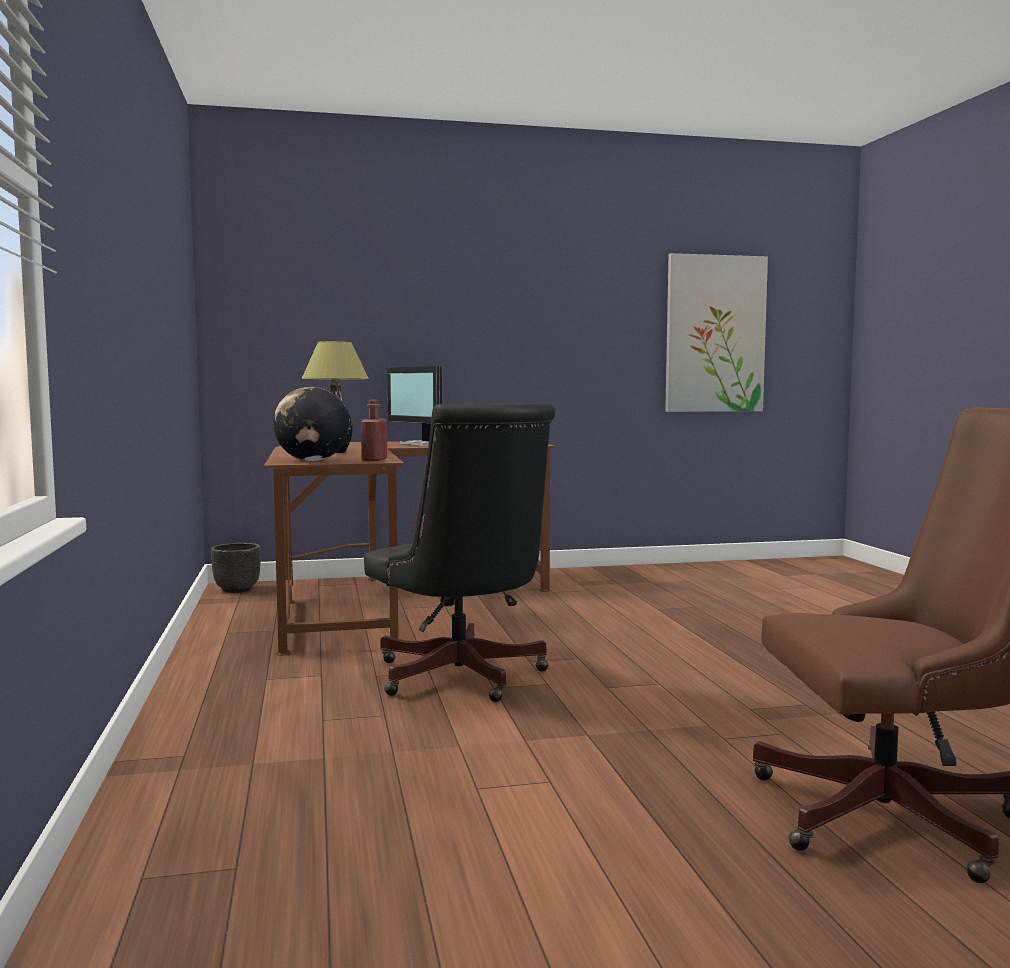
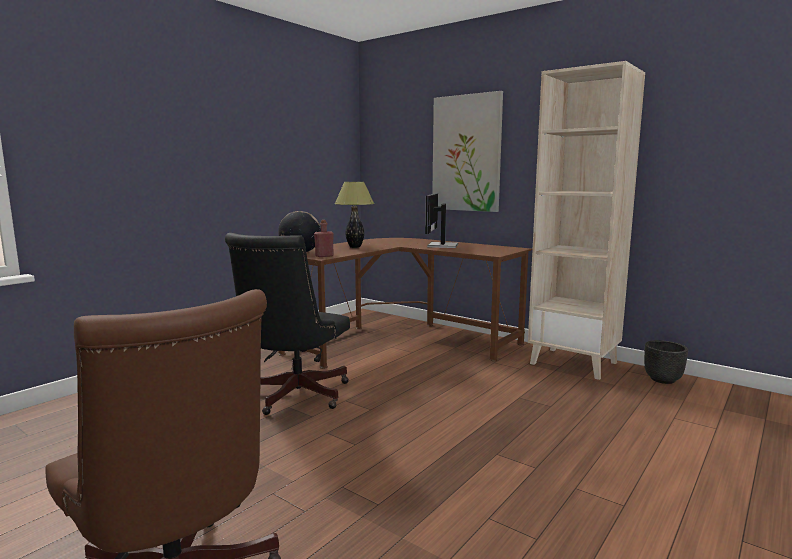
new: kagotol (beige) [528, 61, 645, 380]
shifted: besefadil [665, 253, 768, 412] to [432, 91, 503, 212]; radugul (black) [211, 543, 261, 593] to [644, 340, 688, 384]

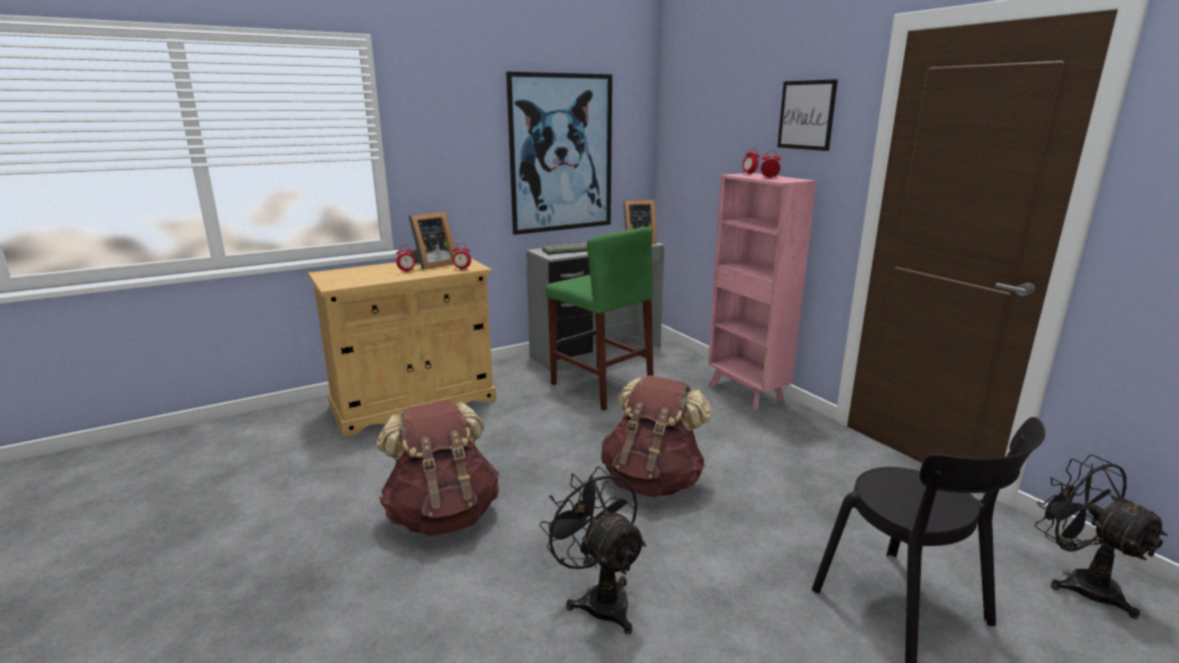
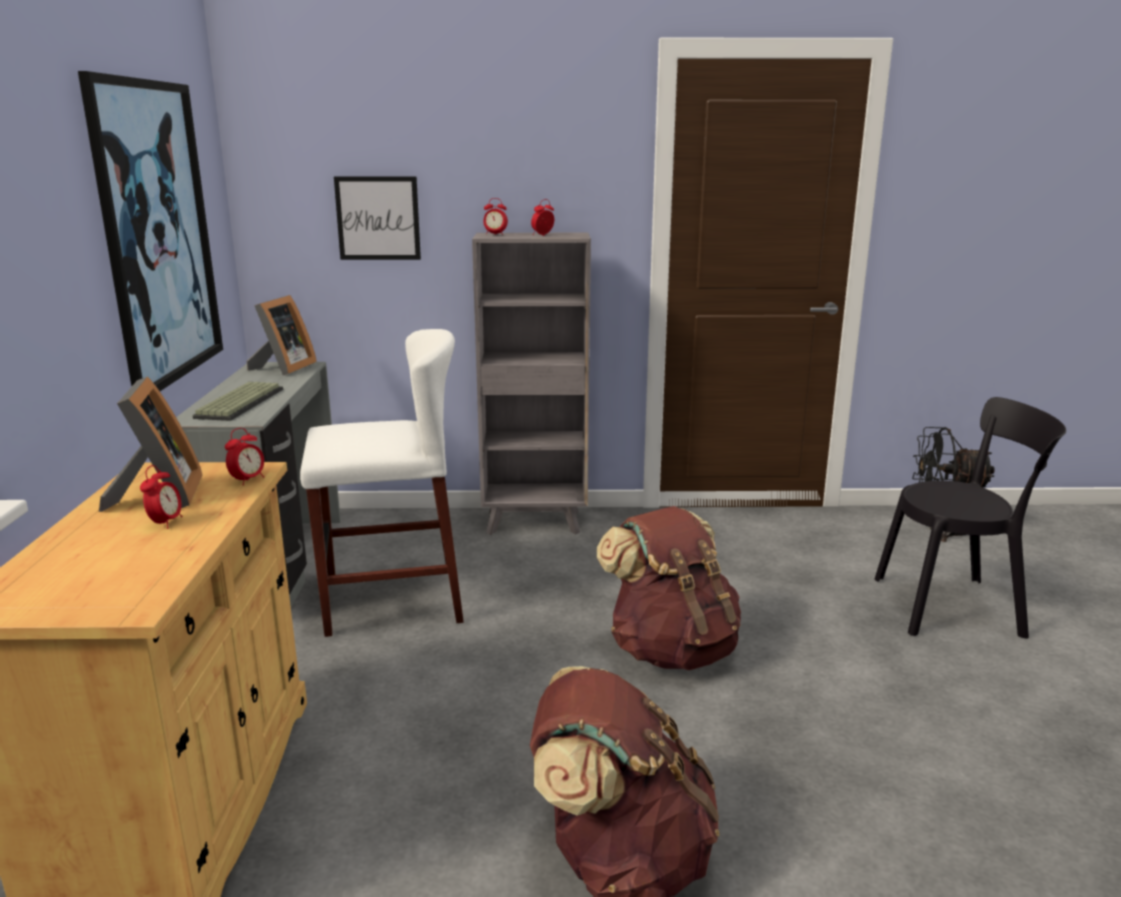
gone: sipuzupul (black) [540, 466, 646, 634]
shifted: besefadil [777, 79, 838, 151] to [334, 176, 421, 260]
repainted: kagotol (pink) [708, 173, 816, 410] to kagotol (grey) [472, 233, 591, 535]; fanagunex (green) [545, 227, 654, 411] to fanagunex (white) [300, 329, 464, 637]

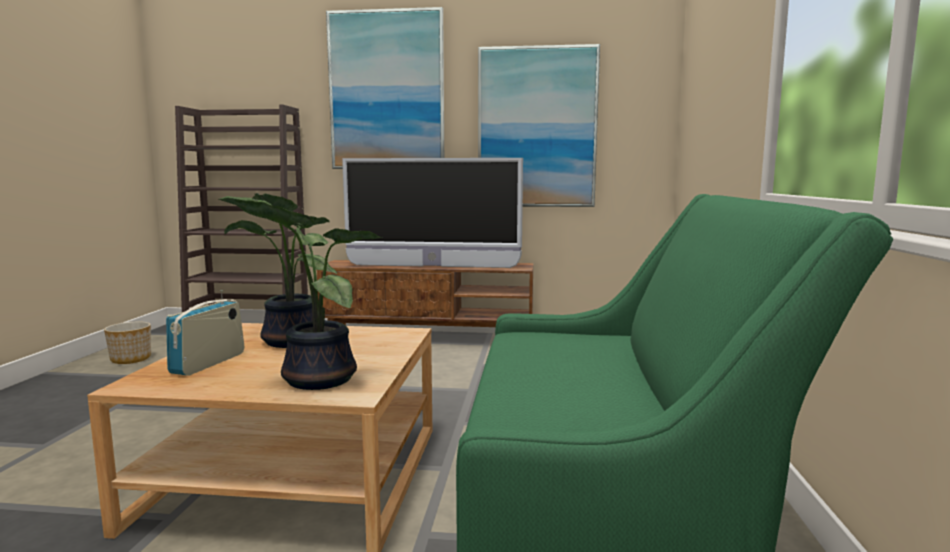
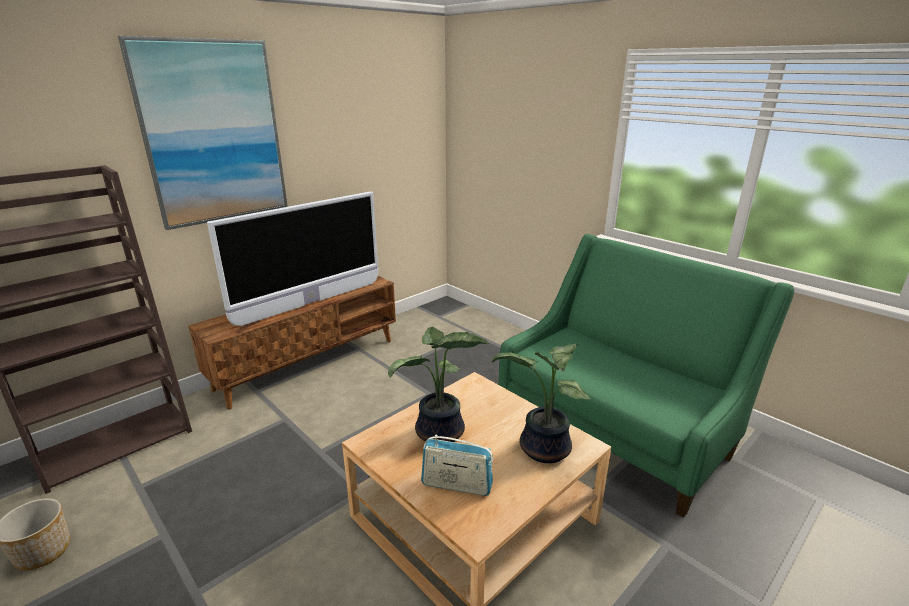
gone: besefadil [478, 44, 600, 207]
rotated: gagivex [166, 290, 245, 376] = [421, 434, 493, 496] 45 degrees counterclockwise

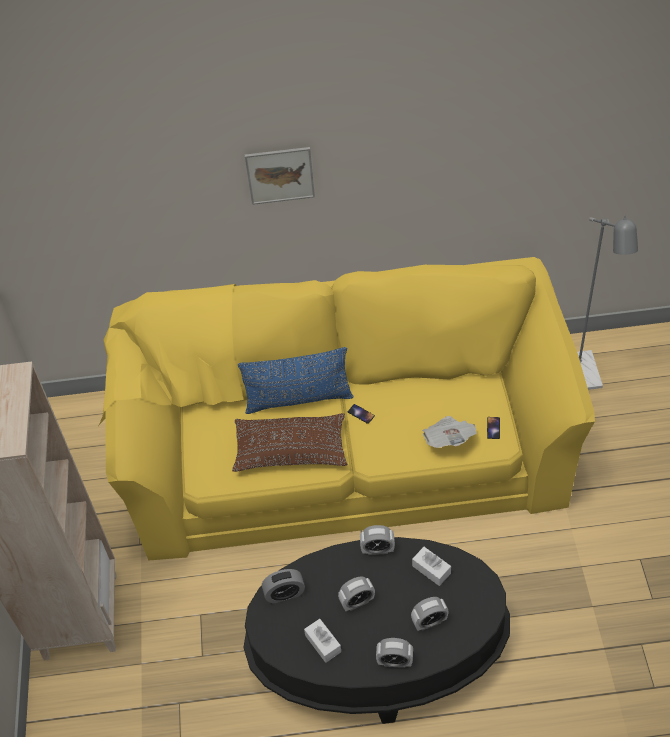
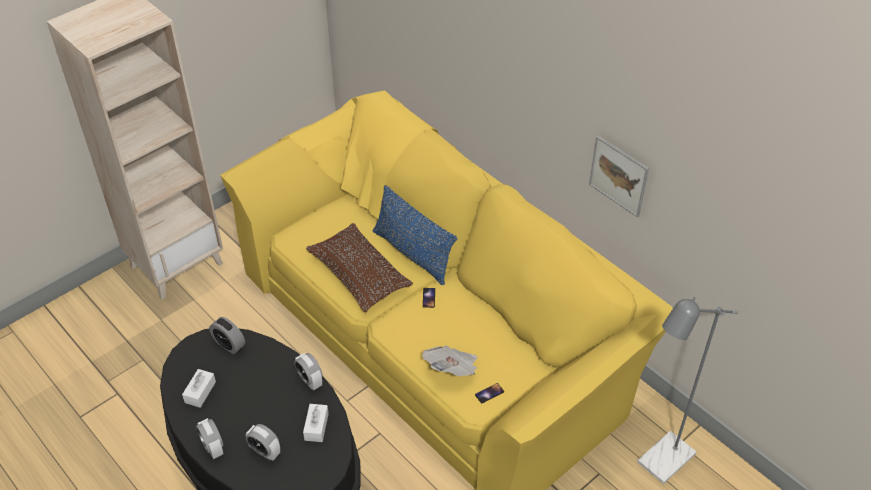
gone: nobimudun [338, 577, 375, 611]
shifted: besefadil [245, 147, 315, 205] to [589, 135, 649, 218]

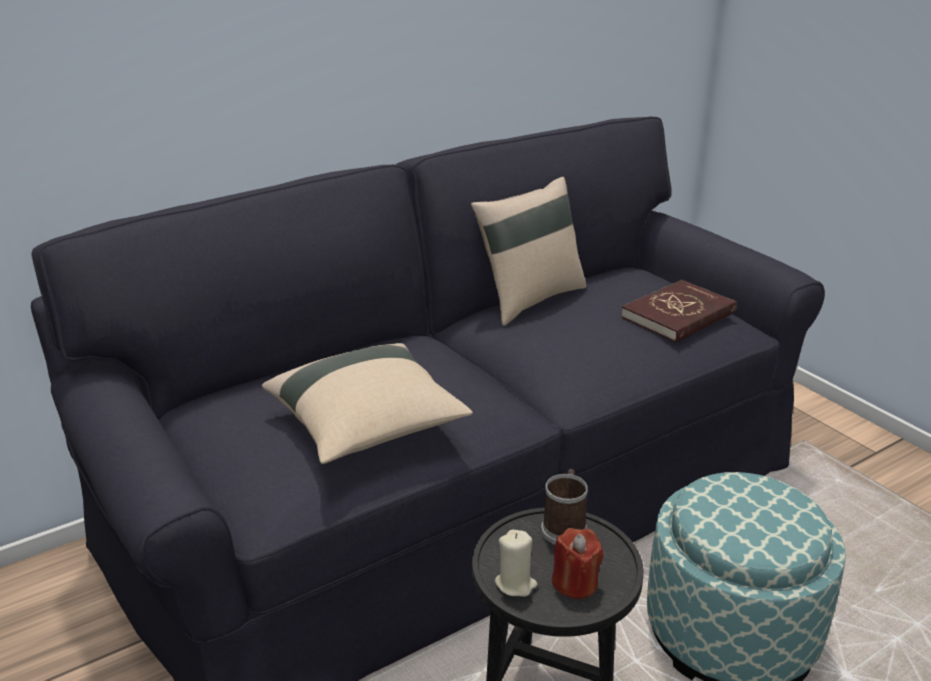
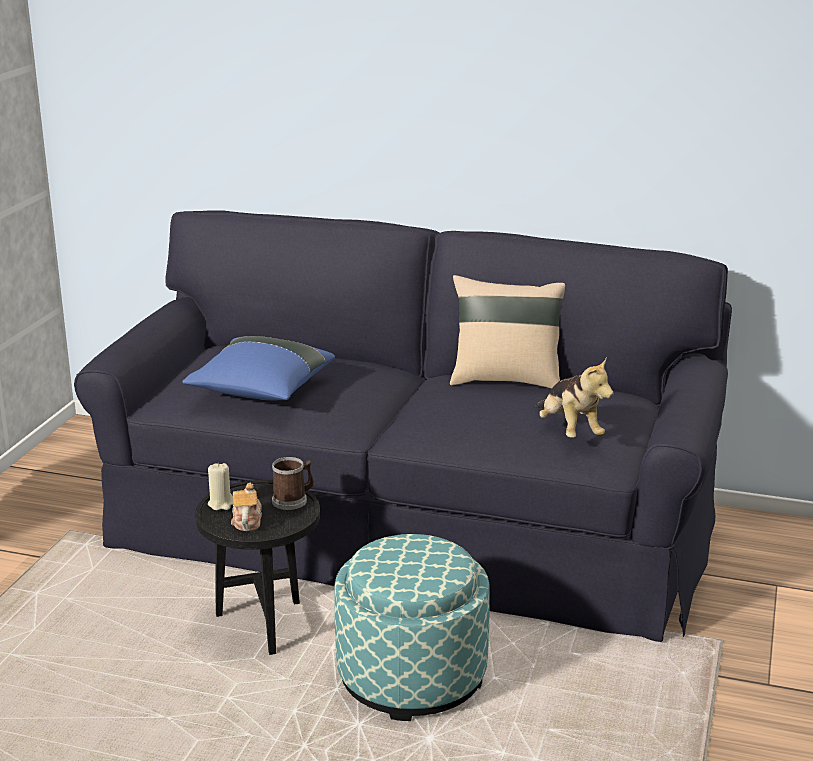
swapped: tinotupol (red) [621, 280, 737, 342] to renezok [536, 357, 614, 438]; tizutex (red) [552, 528, 603, 599] to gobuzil [231, 483, 262, 531]
repainted: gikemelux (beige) [262, 343, 473, 464] to gikemelux (blue) [182, 336, 335, 400]

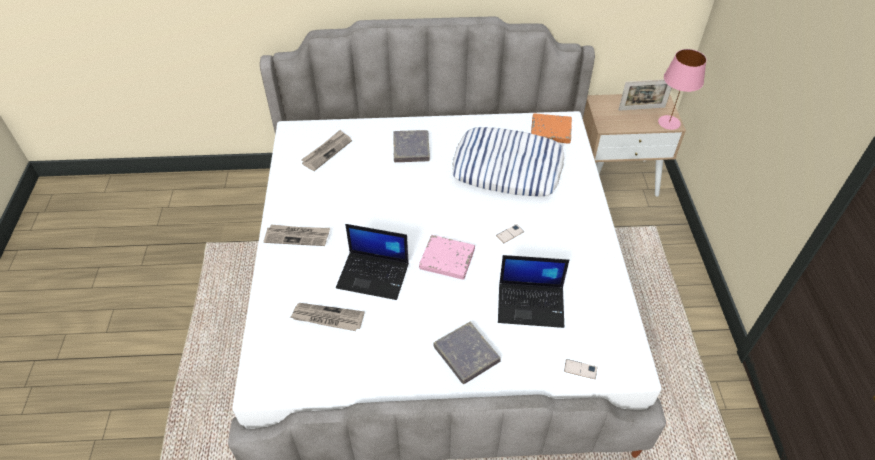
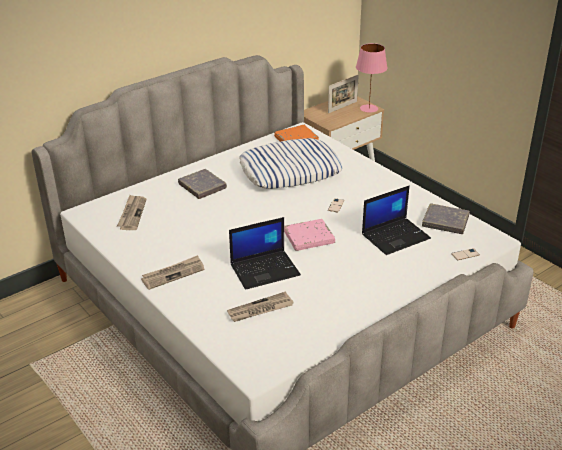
shifted: tinotupol (grey) [433, 322, 501, 384] to [422, 203, 470, 234]

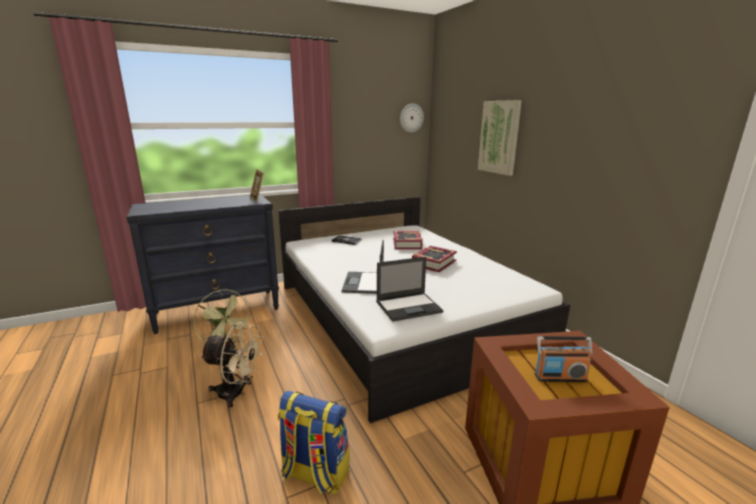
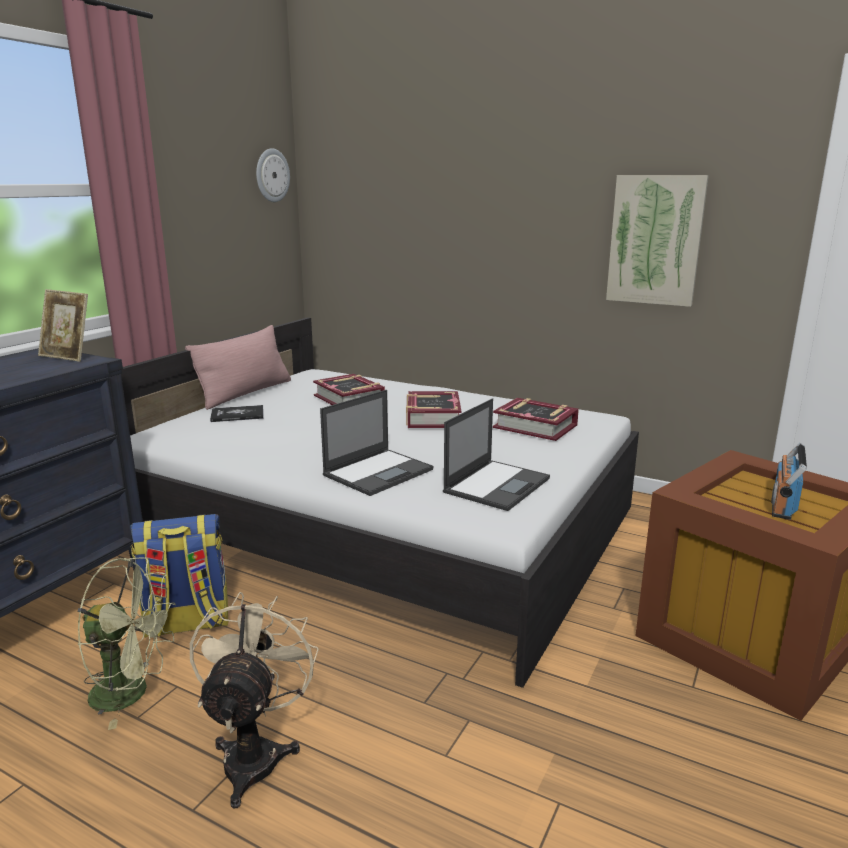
new: gikemelux (pink) [185, 325, 291, 410]; tinotupol [493, 398, 579, 441]
shifted: besefadil [478, 100, 522, 176] to [606, 175, 709, 307]; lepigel [278, 391, 349, 494] to [130, 514, 229, 638]
rotated: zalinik [342, 240, 384, 294] = [320, 390, 433, 496] 105 degrees counterclockwise; sipuzupul (beige) [200, 322, 263, 408] = [190, 592, 319, 809] 60 degrees counterclockwise; gagivex [535, 336, 593, 382] = [771, 443, 807, 520] 150 degrees clockwise

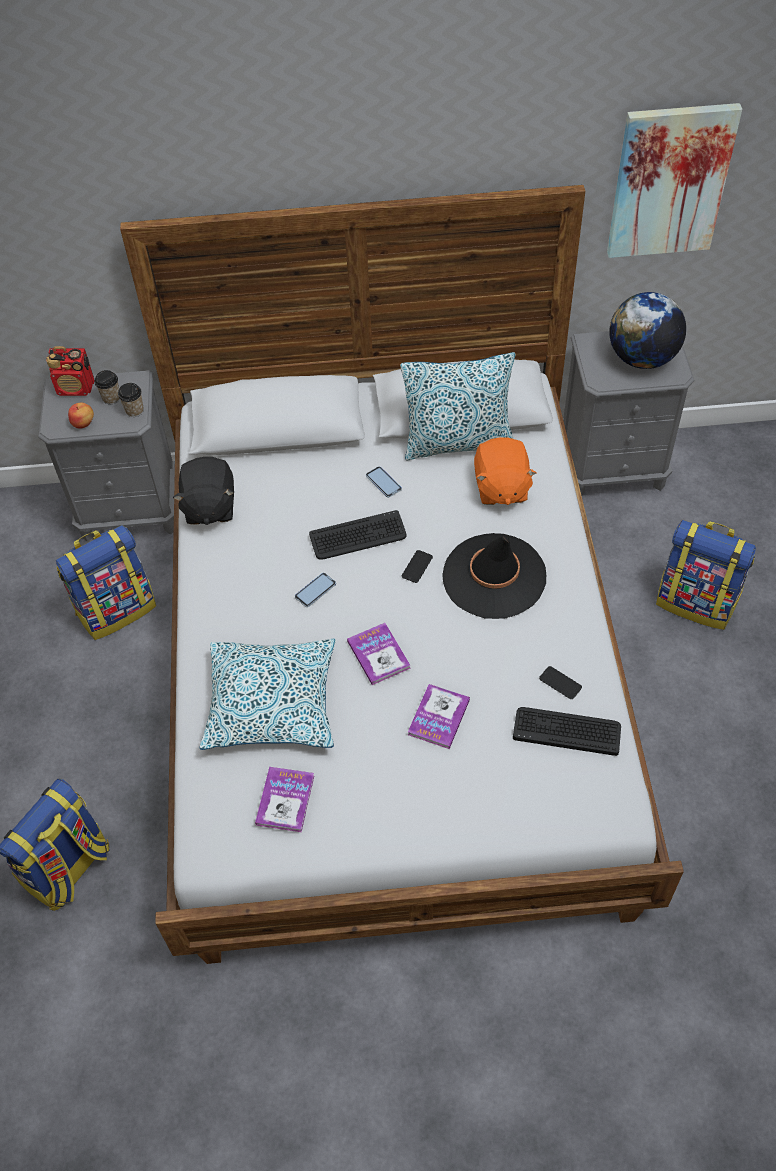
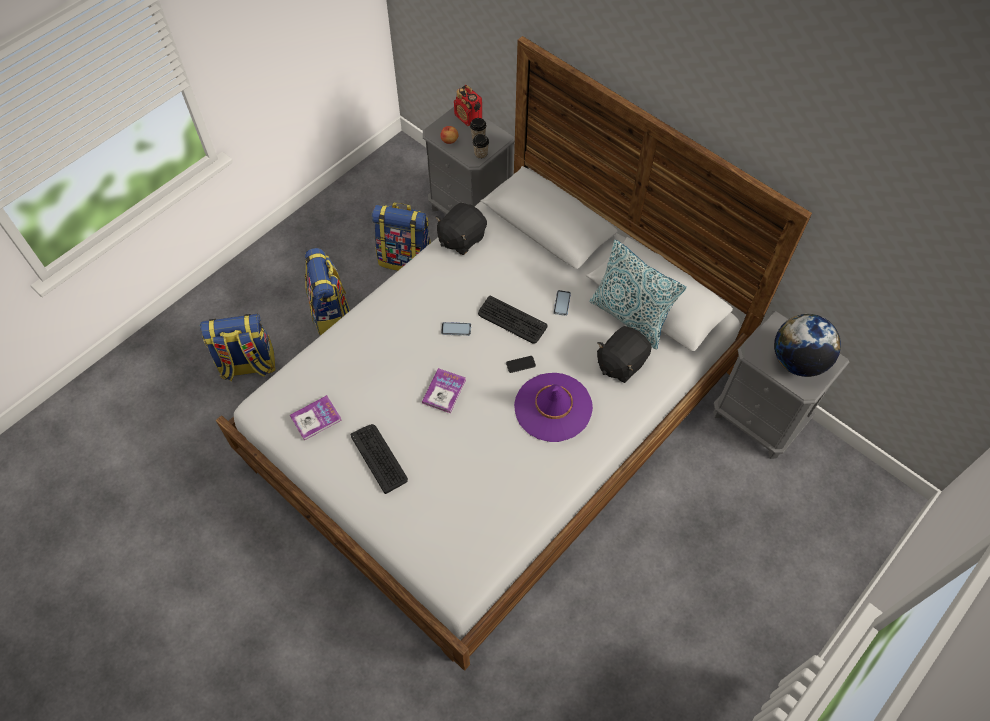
gone: besefadil [607, 103, 742, 258]; gikemelux [200, 638, 336, 750]; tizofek [539, 666, 582, 699]; tinotupol [408, 684, 470, 749]
shifted: lepigel [656, 520, 756, 630] to [305, 248, 350, 336]; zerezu [513, 707, 621, 756] to [351, 424, 408, 494]
repainted: renezok (orange) [474, 437, 537, 505] to renezok (black) [597, 326, 652, 383]; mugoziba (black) [442, 533, 546, 619] to mugoziba (purple) [514, 373, 593, 442]

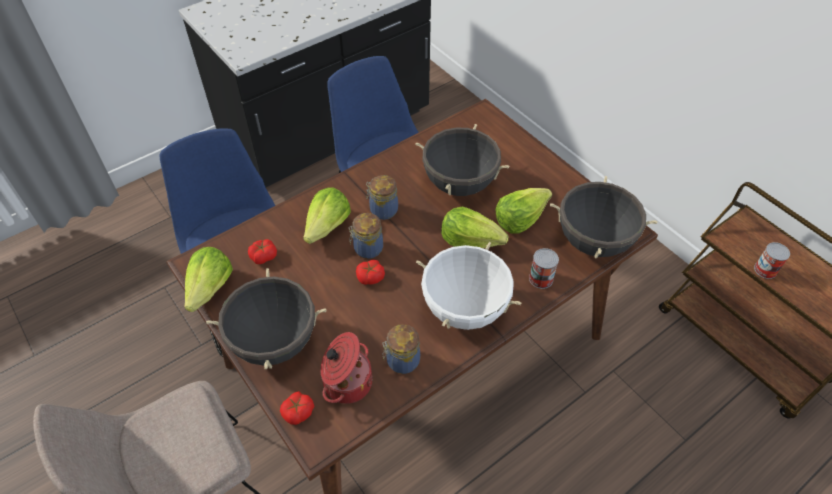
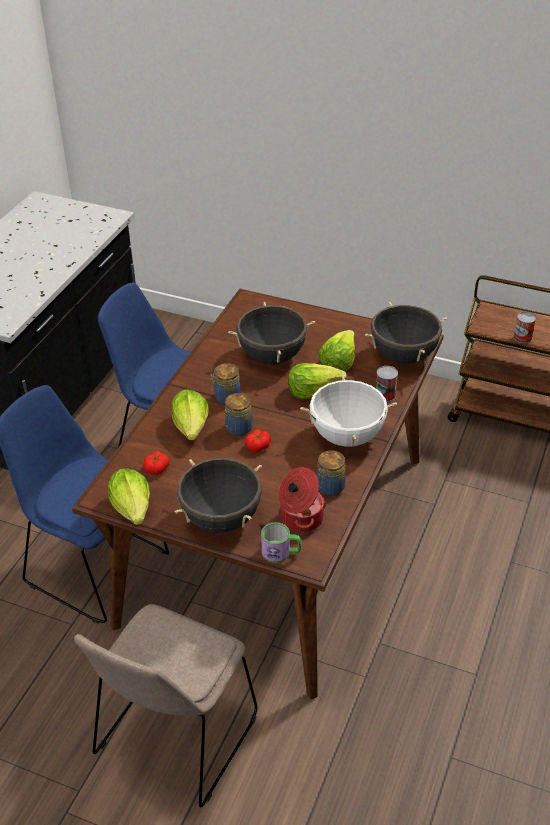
swapped: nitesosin [280, 391, 314, 425] to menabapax [261, 522, 302, 563]

